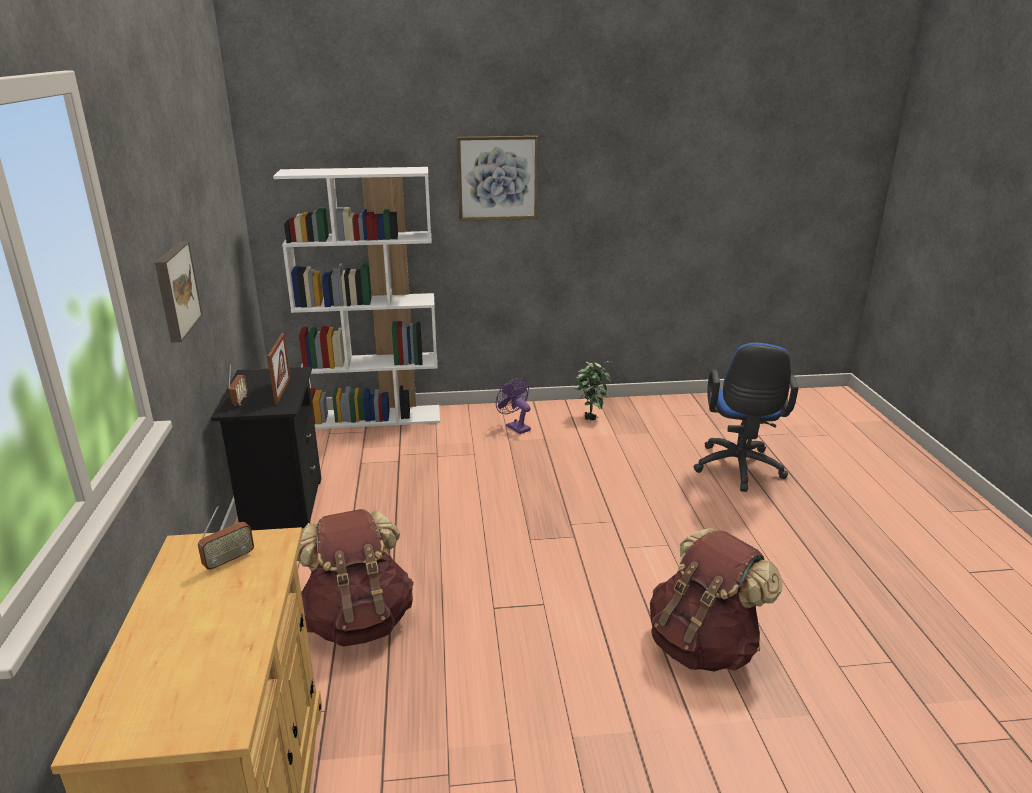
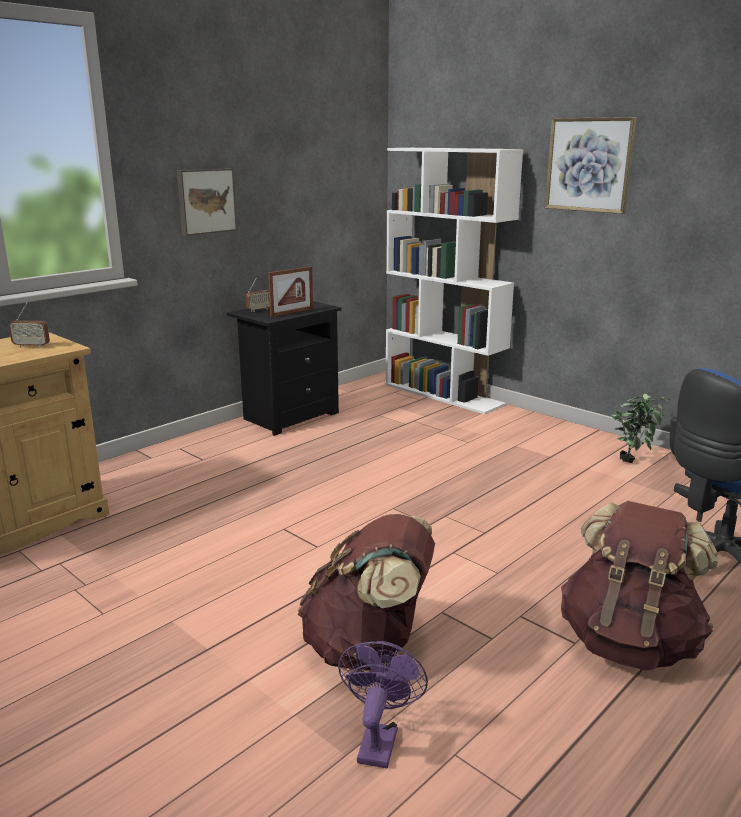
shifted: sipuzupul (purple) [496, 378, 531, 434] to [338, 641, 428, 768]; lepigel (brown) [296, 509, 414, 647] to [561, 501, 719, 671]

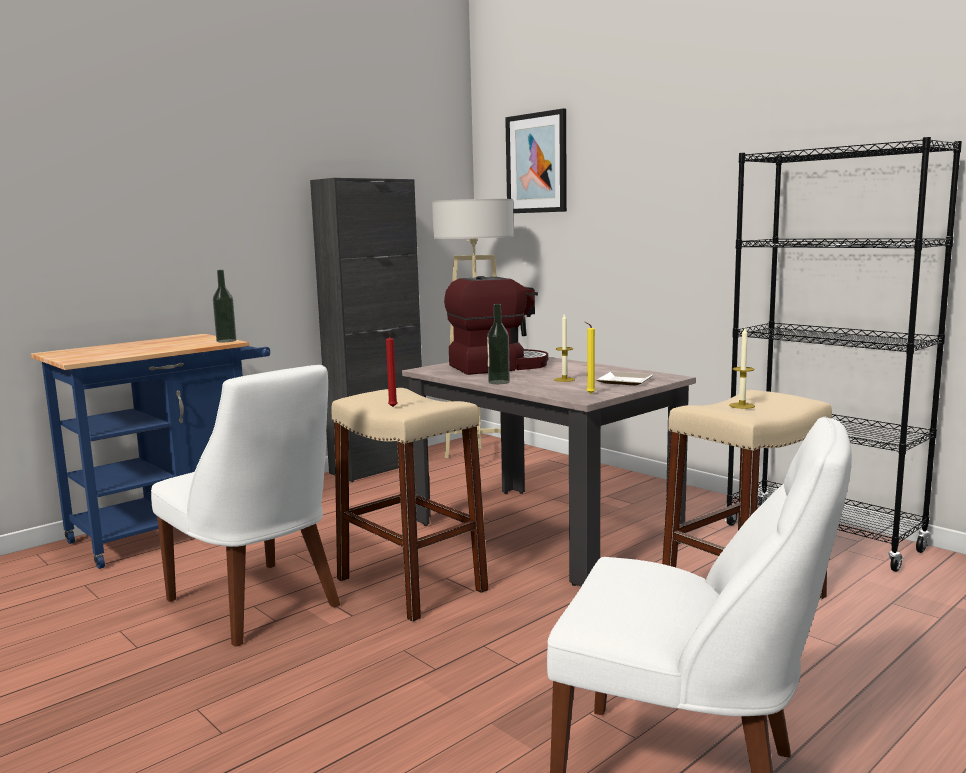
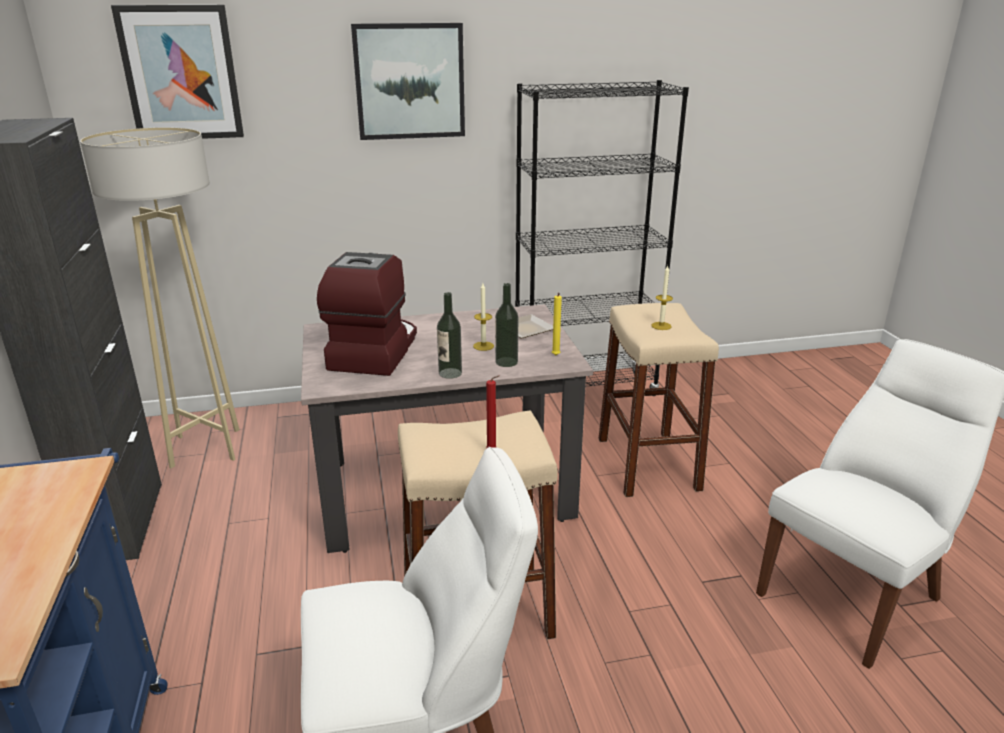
new: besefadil [351, 23, 465, 140]
shifted: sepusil [213, 270, 236, 342] to [495, 283, 518, 367]

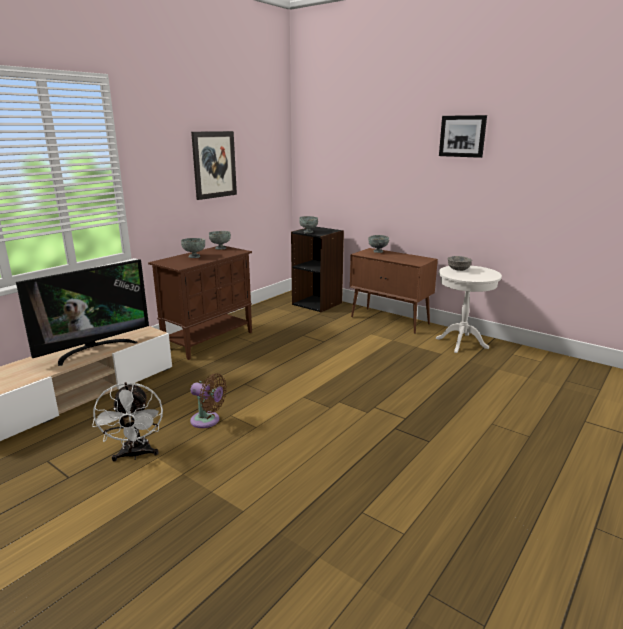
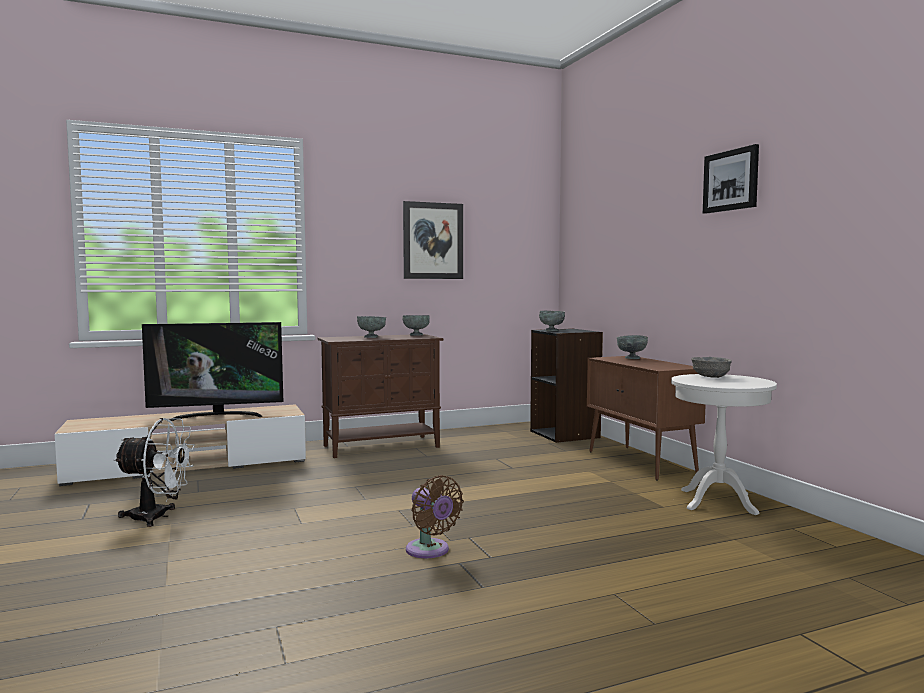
shifted: sipuzupul (brown) [190, 373, 227, 428] to [406, 475, 464, 558]
rotated: sipuzupul (white) [92, 382, 163, 461] = [114, 418, 195, 527] 105 degrees counterclockwise

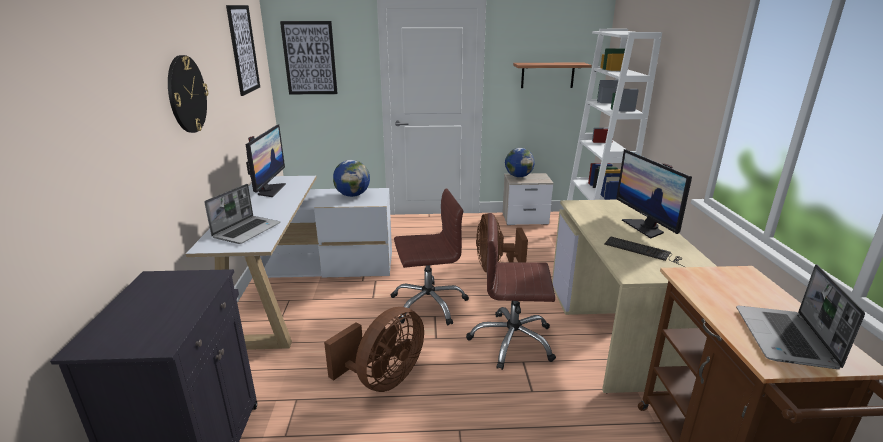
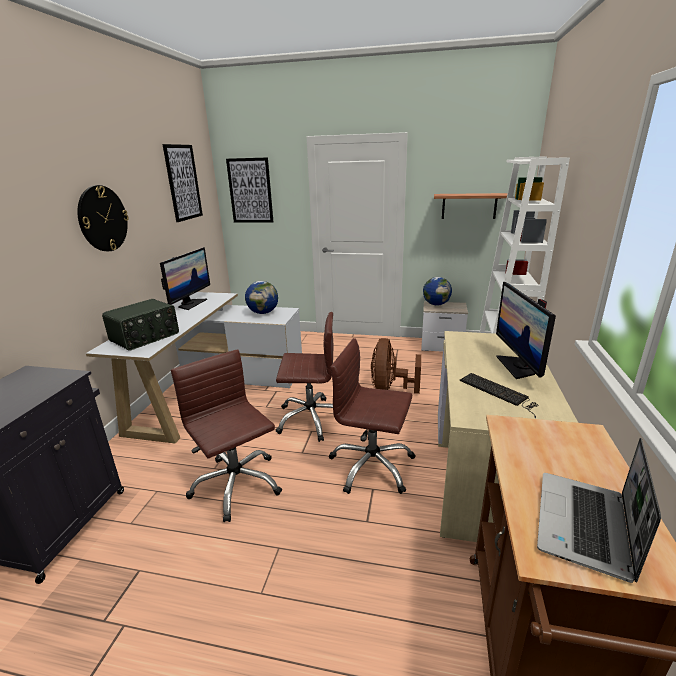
swapped: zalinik [204, 184, 281, 244] to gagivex [102, 299, 179, 351]; sipuzupul (brown) [324, 307, 424, 392] to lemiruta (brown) [171, 349, 282, 522]

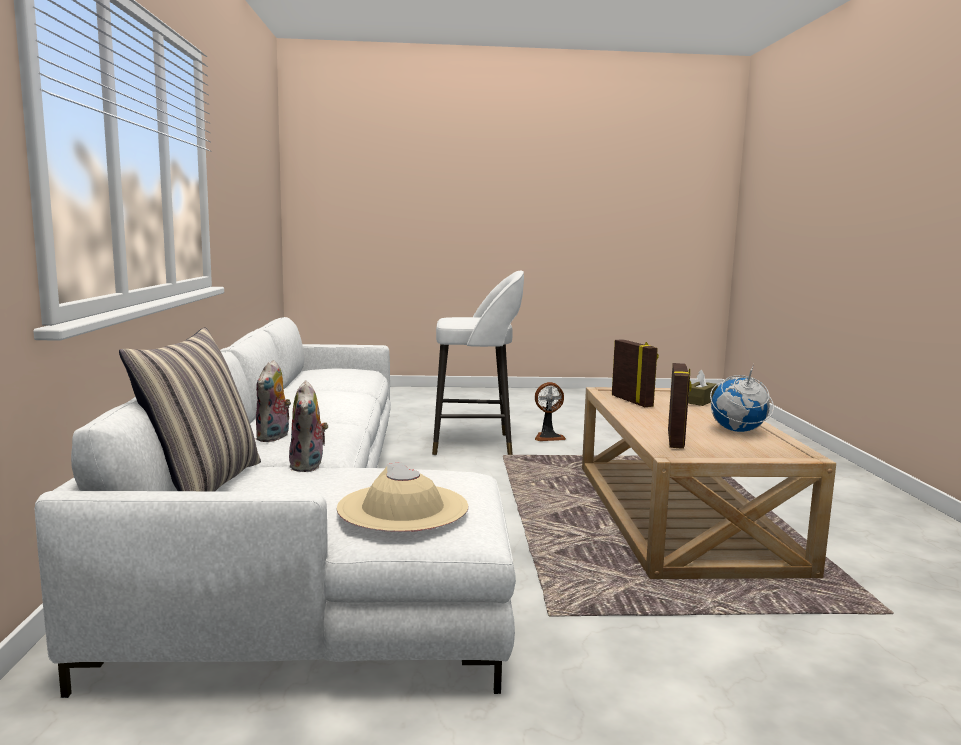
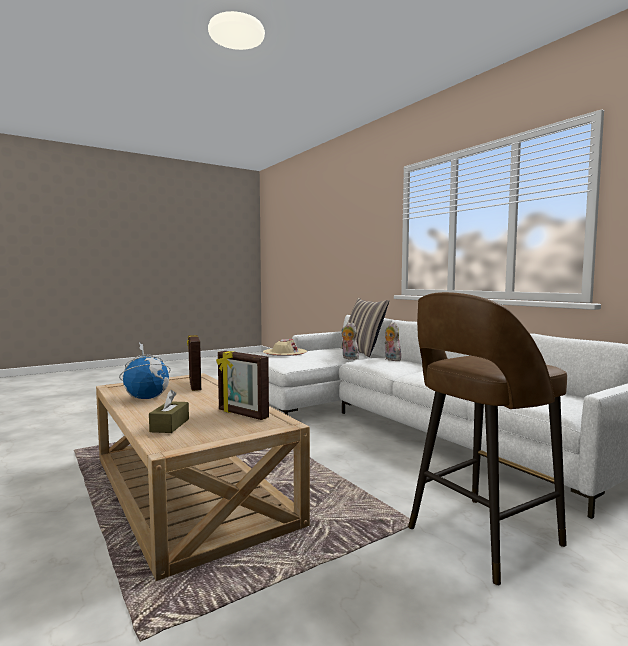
gone: sipuzupul [535, 382, 566, 441]
repainted: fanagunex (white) [432, 271, 524, 455] to fanagunex (brown) [408, 292, 567, 586]

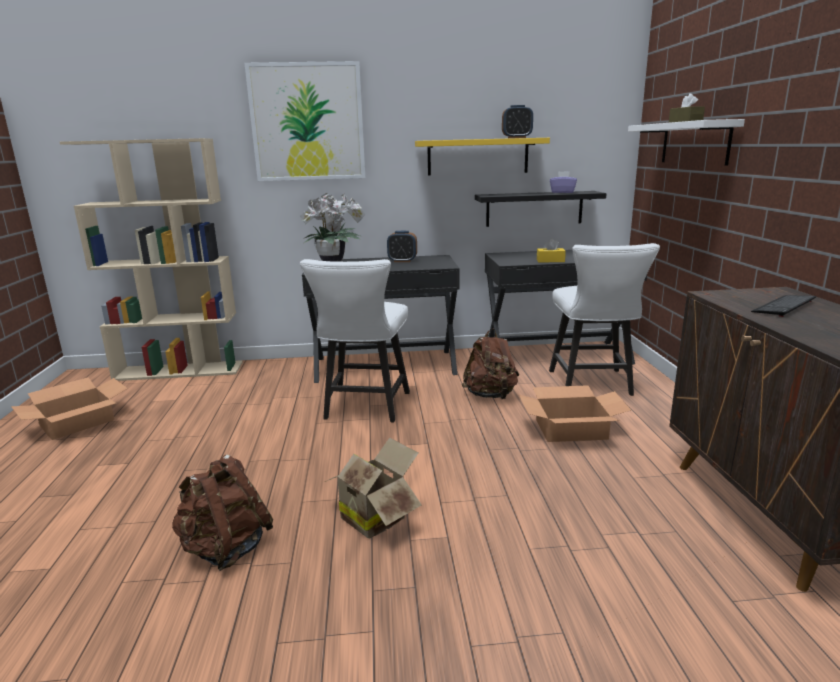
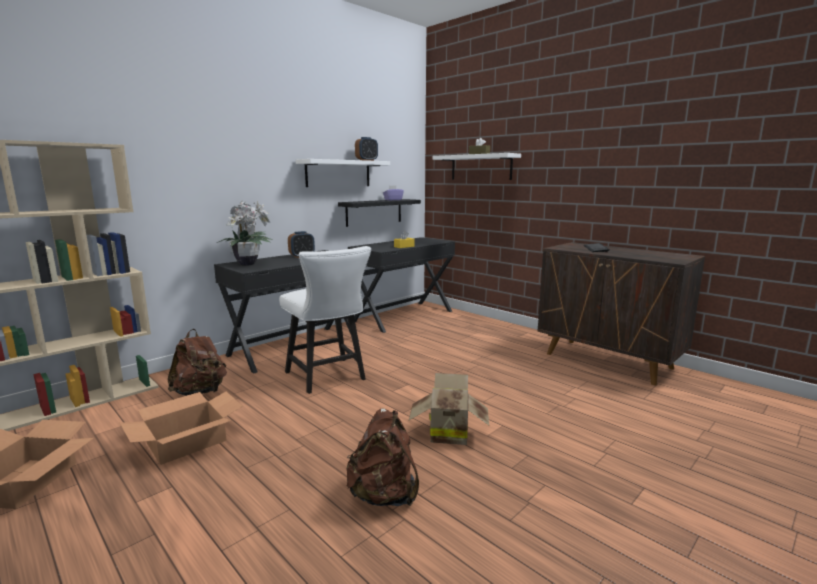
gone: besefadil [244, 61, 365, 181]; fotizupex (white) [549, 243, 660, 396]
shifted: lepigel (brown) [462, 329, 519, 399] to [167, 329, 227, 396]; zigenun [519, 385, 631, 442] to [120, 392, 242, 465]
repainted: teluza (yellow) [415, 138, 550, 175] to teluza (white) [296, 159, 390, 187]

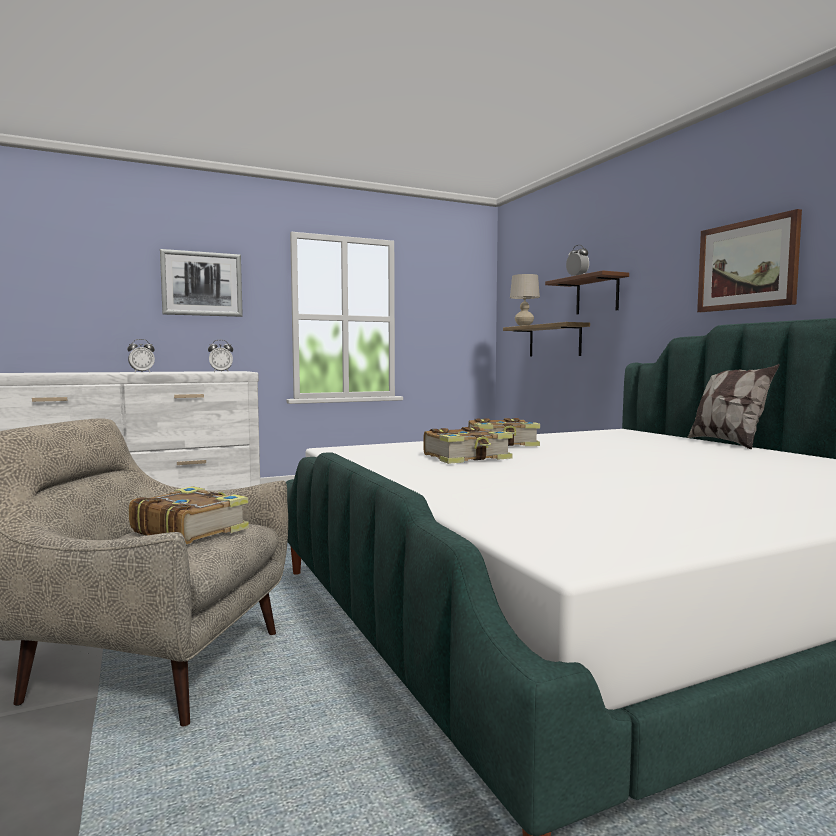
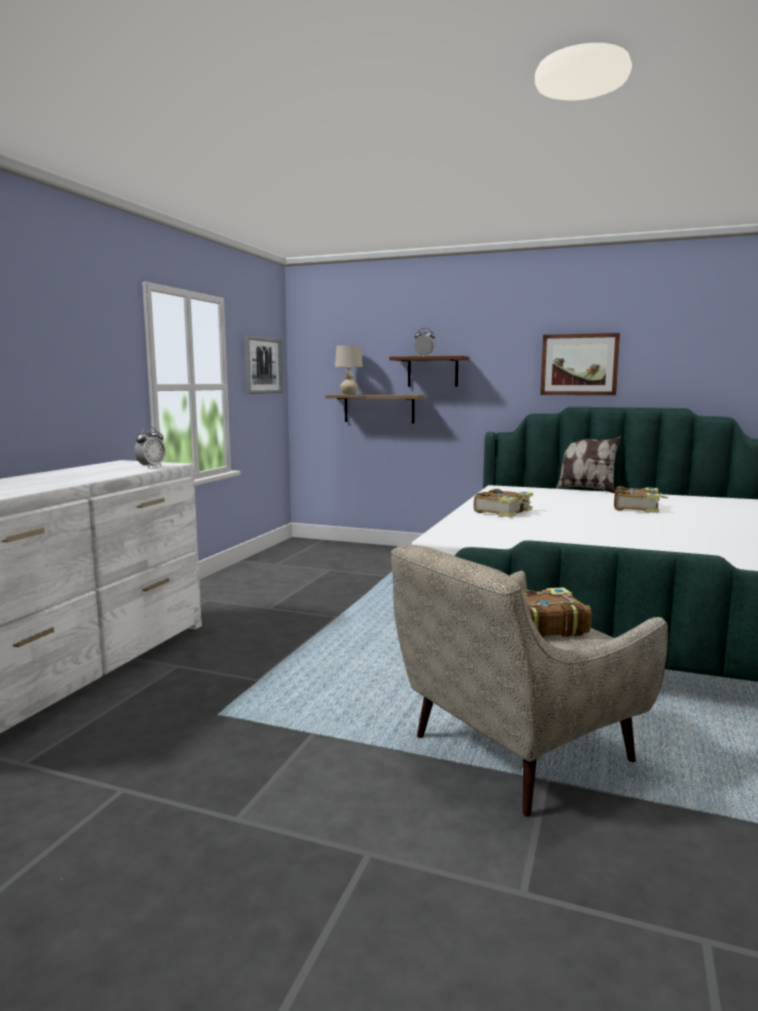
gone: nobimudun [127, 339, 155, 372]
shifted: besefadil [160, 249, 243, 317] to [244, 335, 282, 394]; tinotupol [423, 427, 513, 464] to [614, 486, 668, 513]

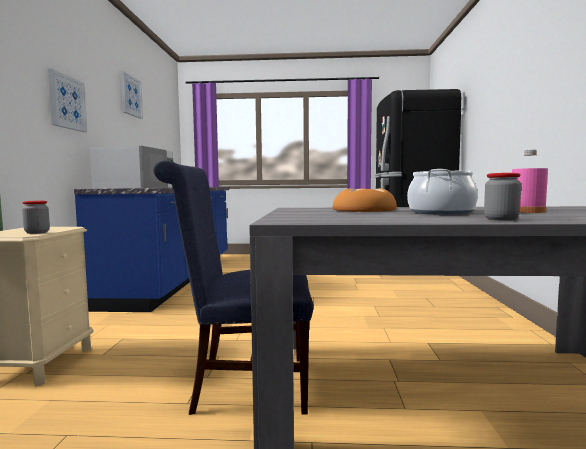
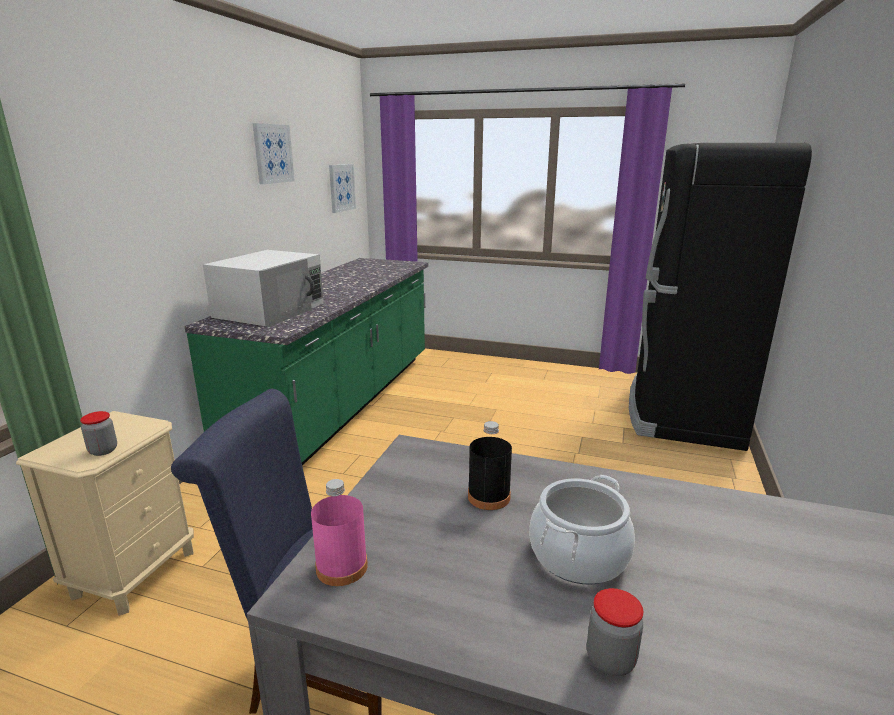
shifted: besefadil [48, 69, 87, 132] to [329, 164, 356, 213]; sepusil (pink) [512, 150, 548, 213] to [311, 479, 368, 586]
swapped: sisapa [333, 188, 397, 212] to sepusil (black) [468, 421, 512, 510]
repainted: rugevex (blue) [74, 187, 229, 312] to rugevex (green) [184, 258, 428, 465]

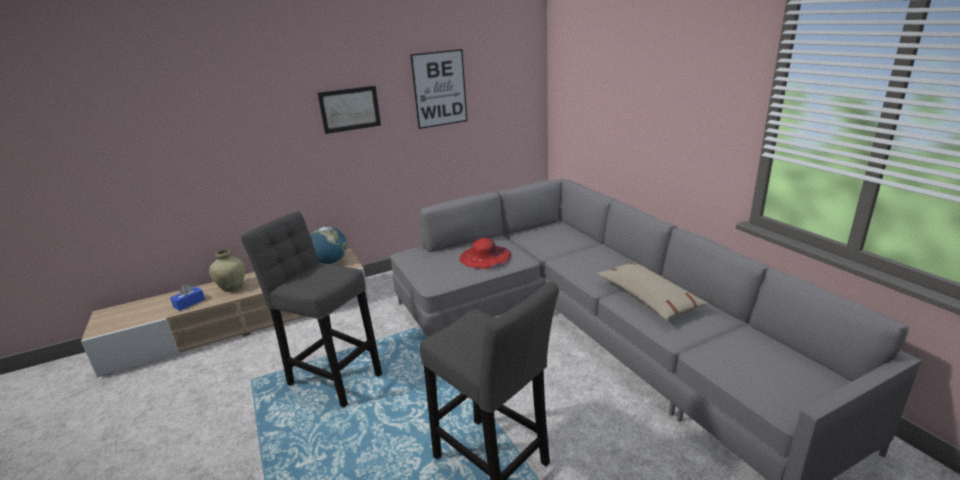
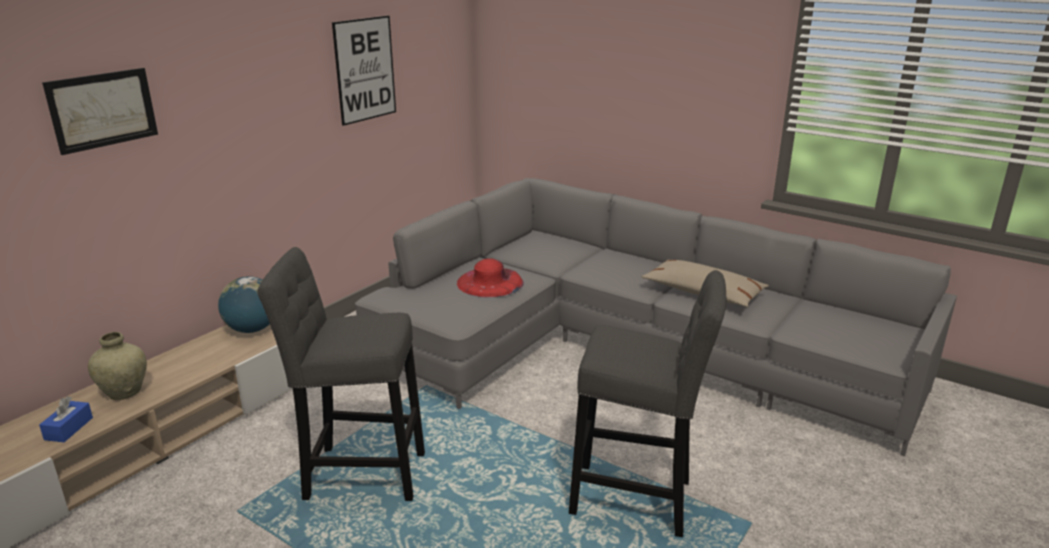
shifted: besefadil [318, 86, 381, 134] to [42, 68, 158, 155]

